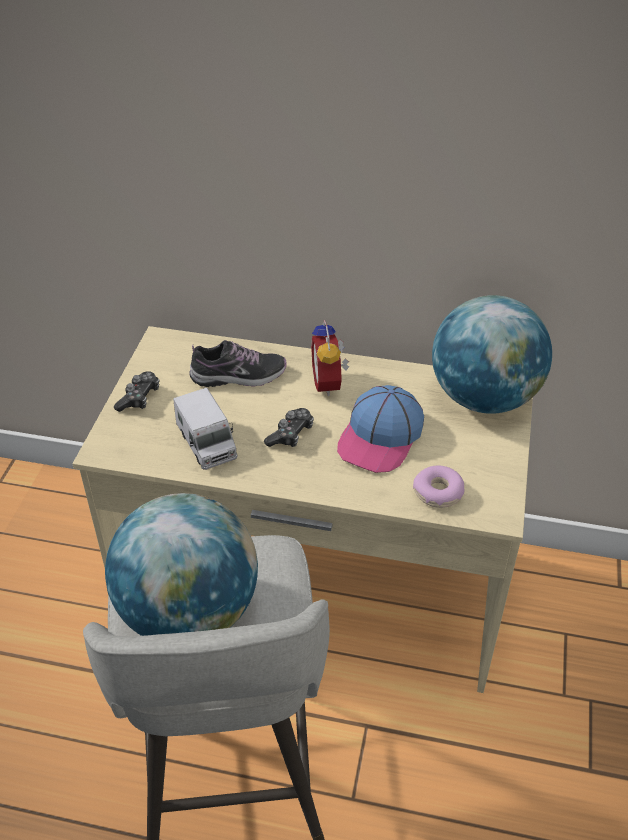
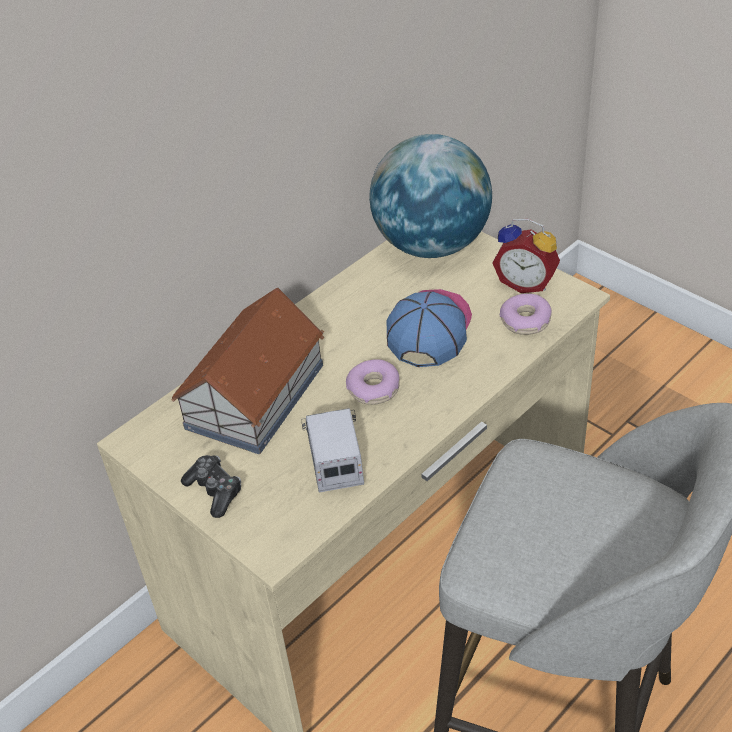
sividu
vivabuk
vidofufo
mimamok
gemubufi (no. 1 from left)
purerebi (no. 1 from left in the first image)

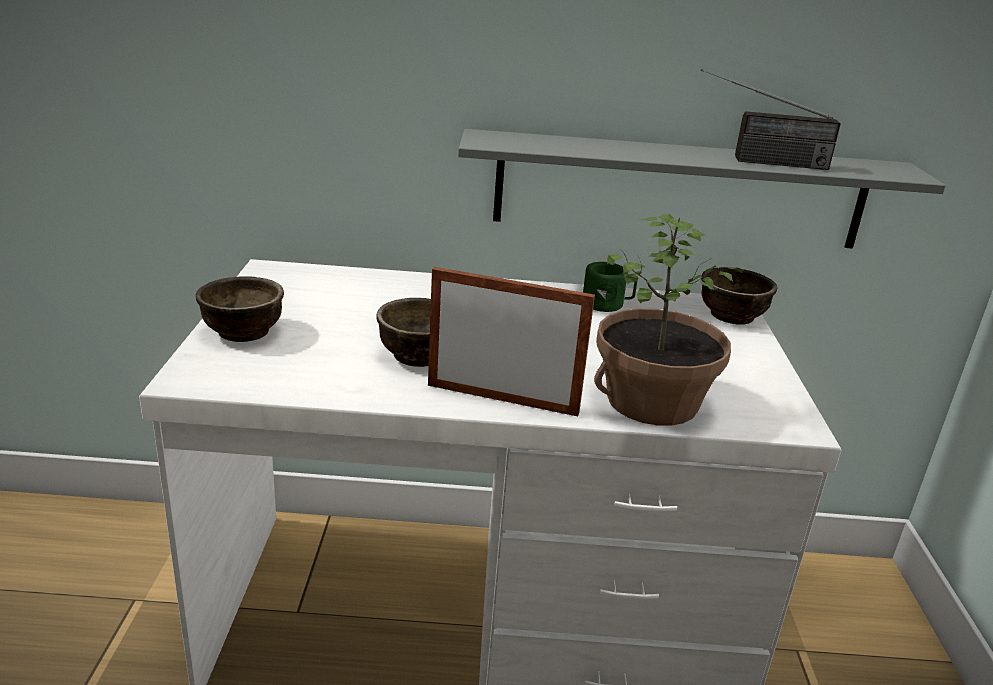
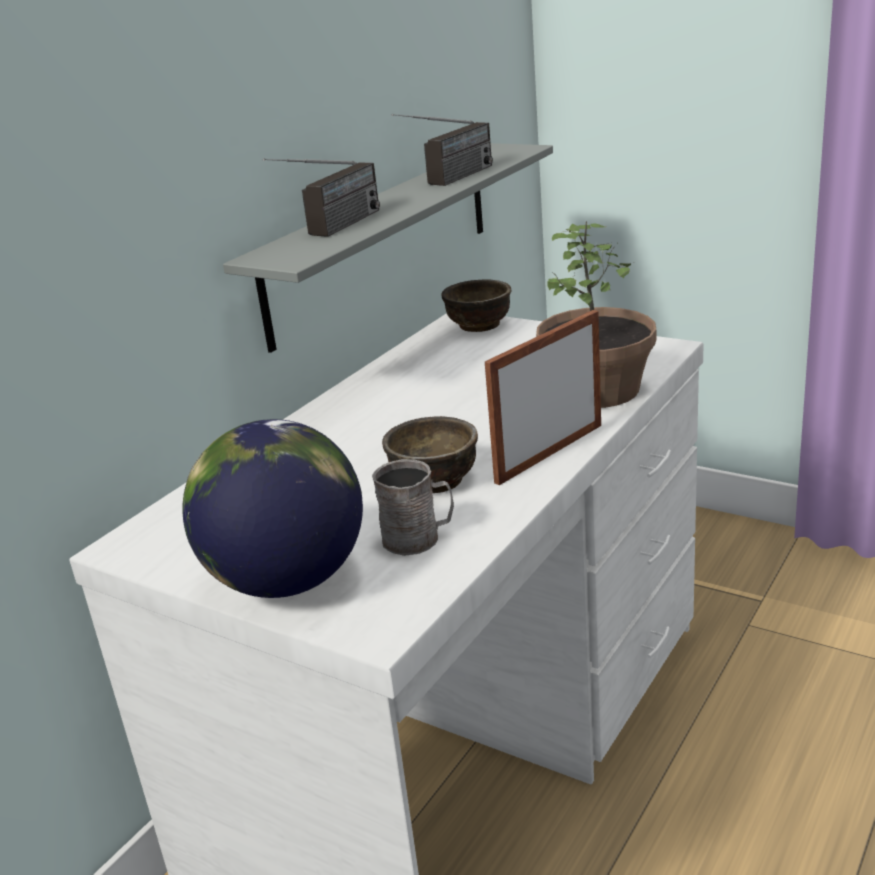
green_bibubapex
purerebi
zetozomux (no. 1 from left)
grey_bibubapex

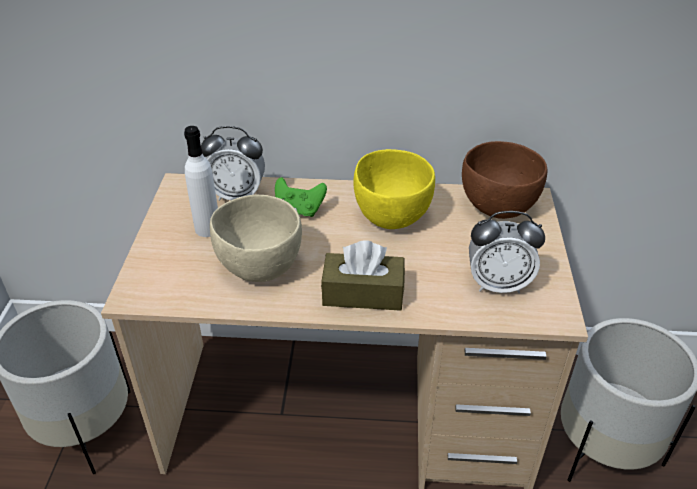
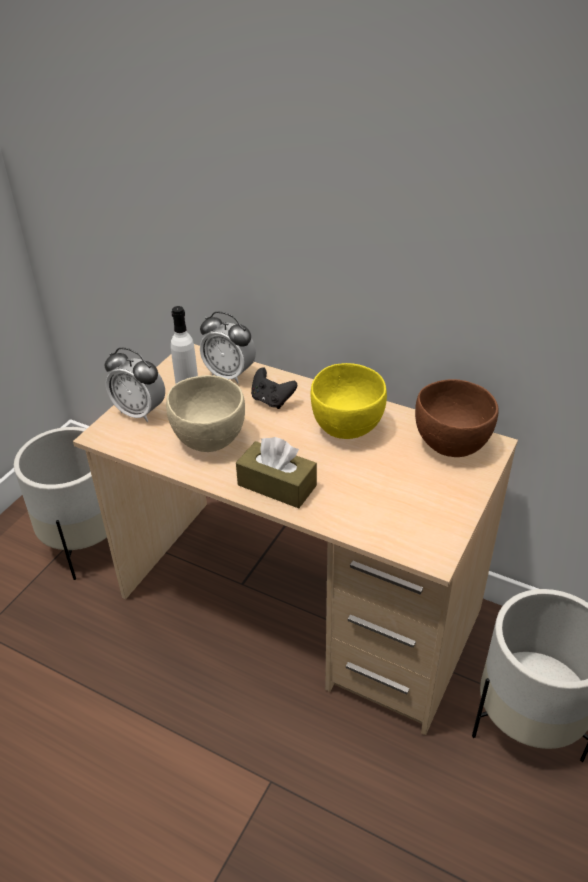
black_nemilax
sividu (no. 1 from left)

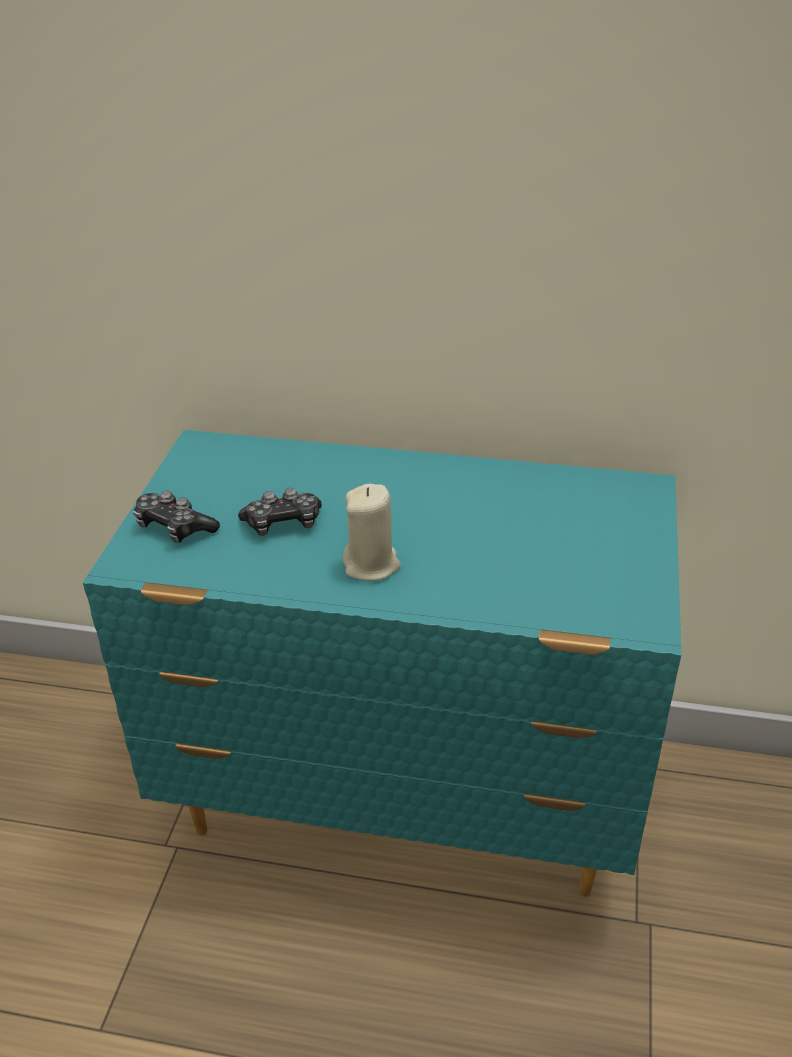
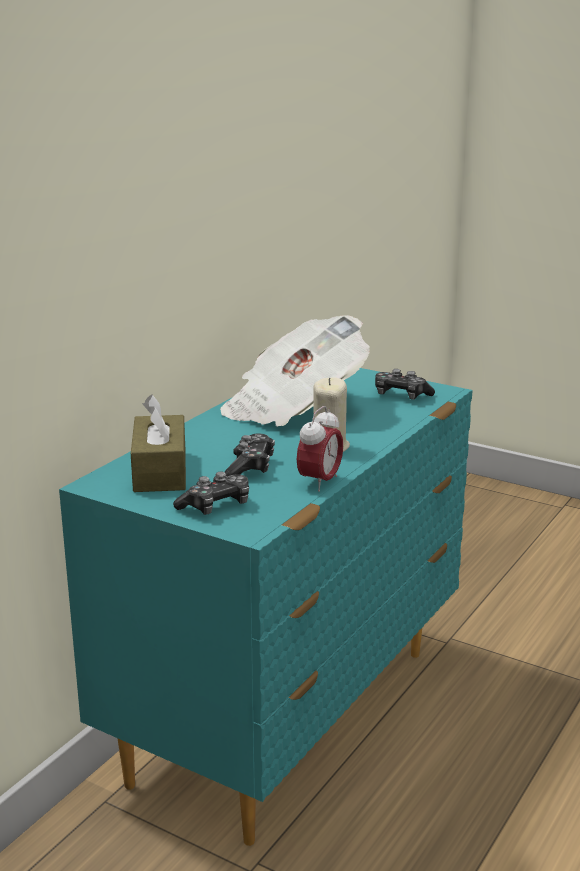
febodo
nemilax (no. 3 from left)
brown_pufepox
sividu

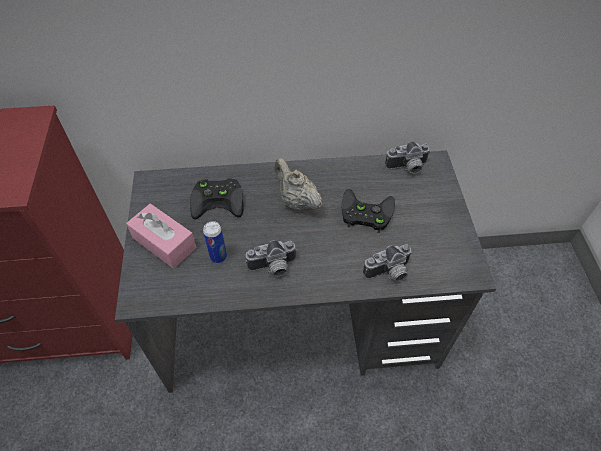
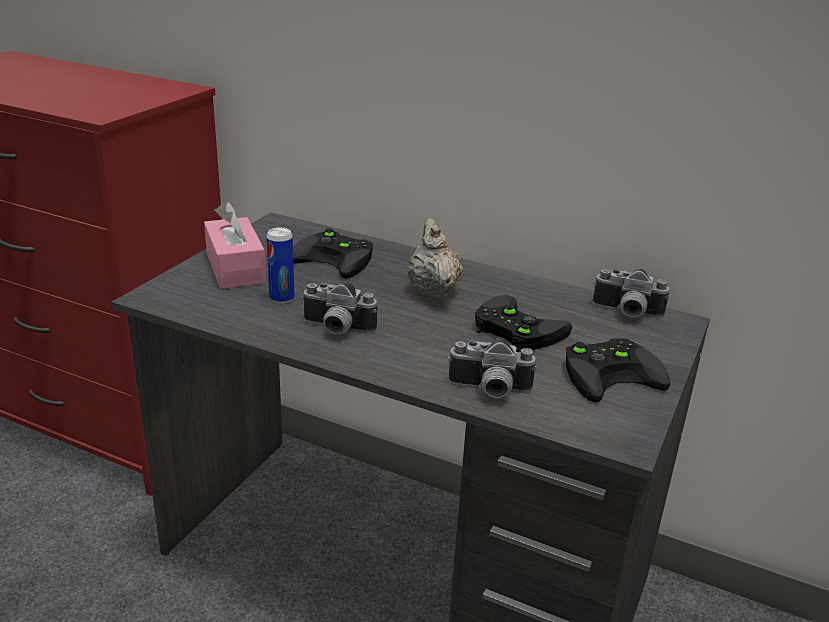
black_nemilax (no. 3 from left)

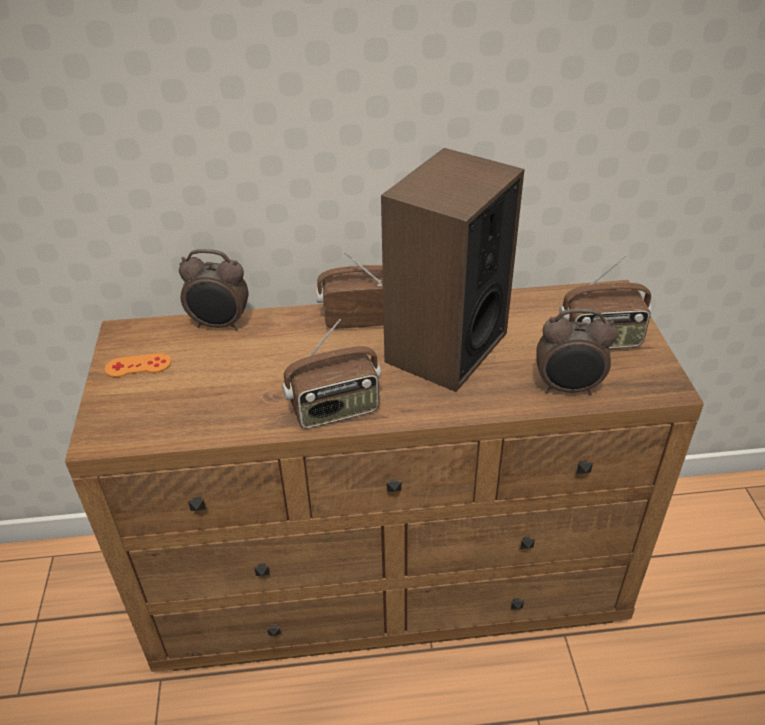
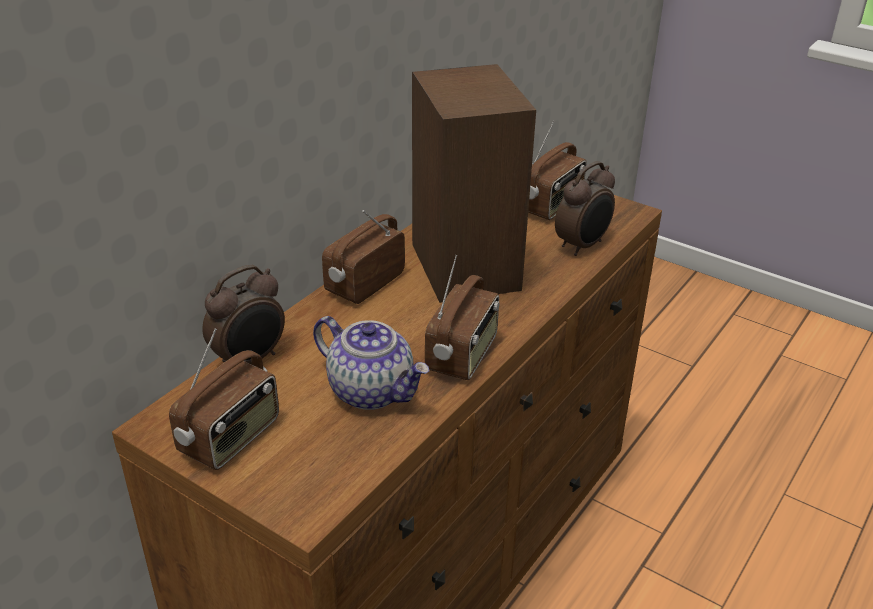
zetozomux (no. 1 from left)
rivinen

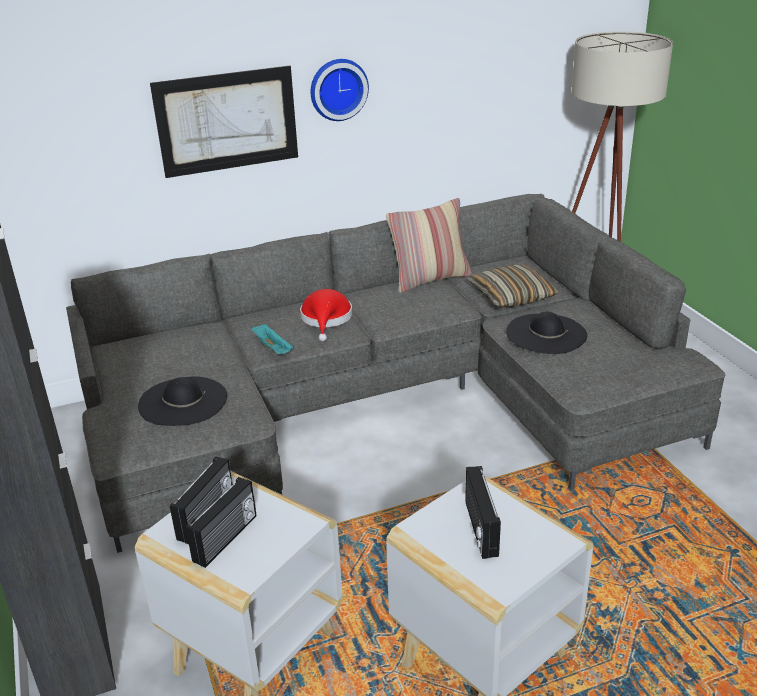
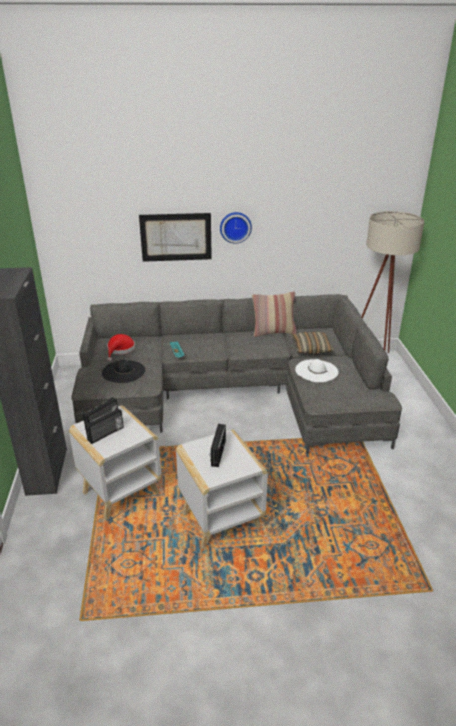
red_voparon
white_voparon

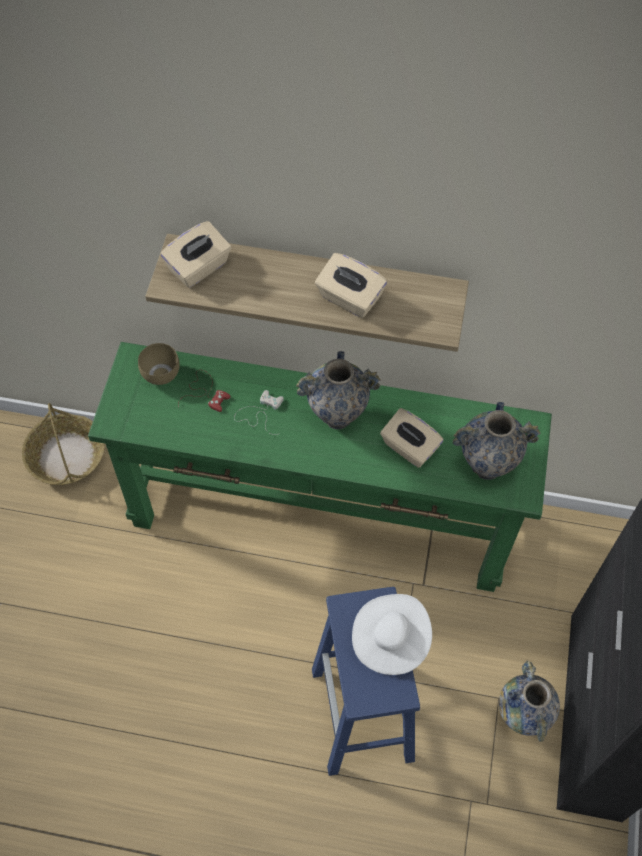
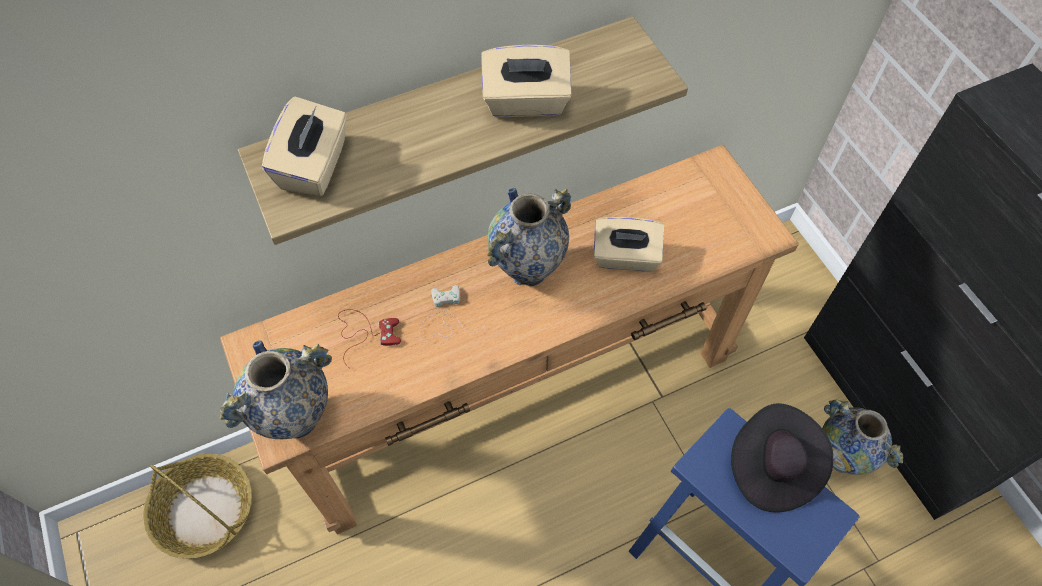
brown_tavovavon
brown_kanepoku
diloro (no. 1 from left)
black_voparon

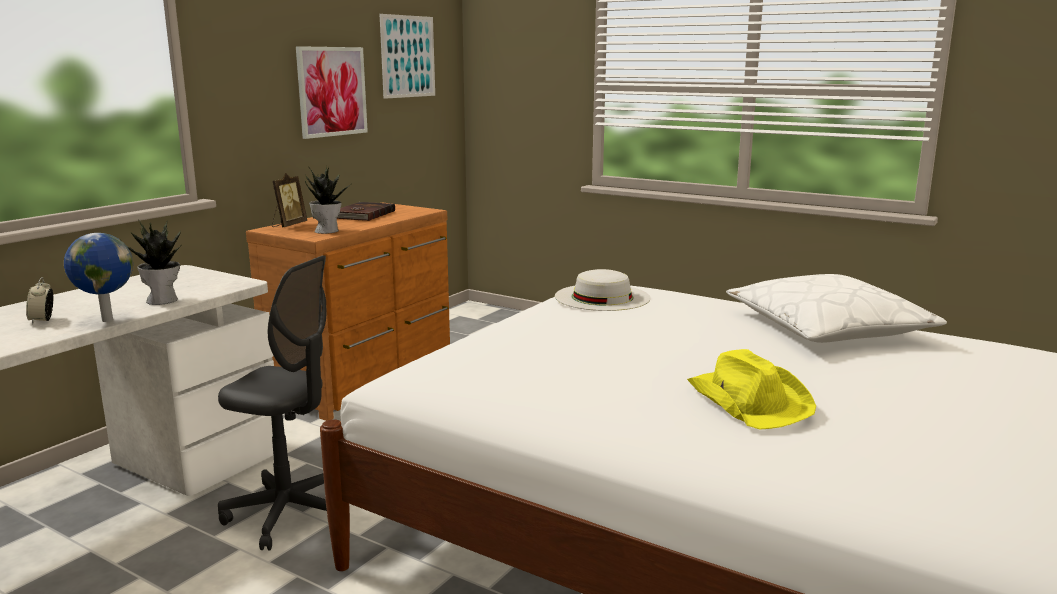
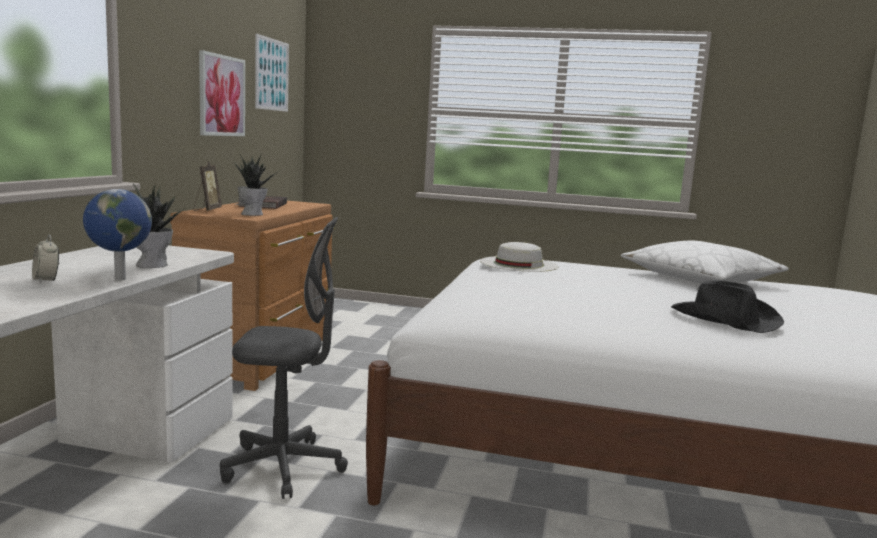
black_voparon

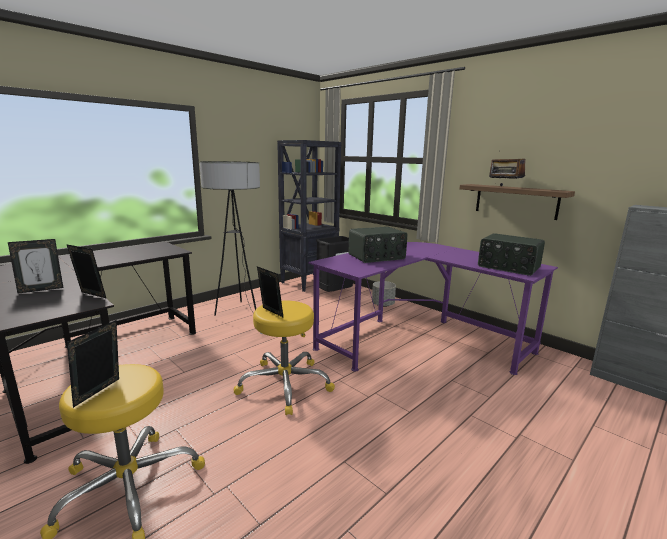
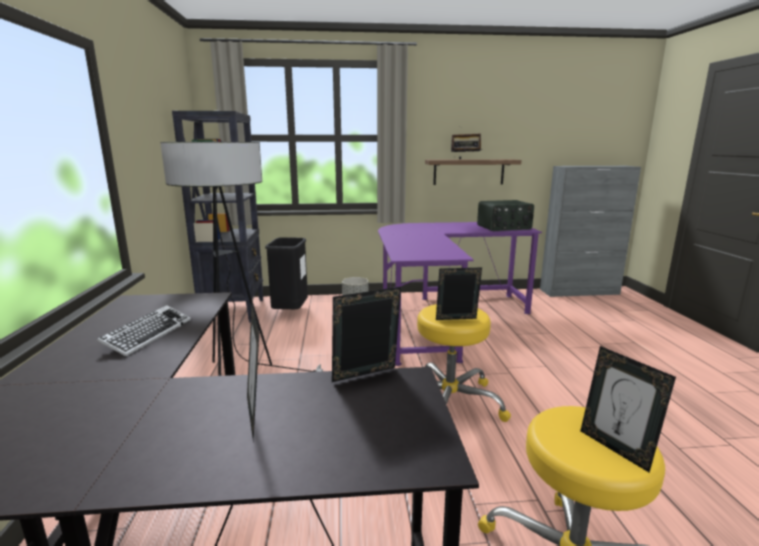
zetozomux (no. 1 from left in the first image)
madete (no. 1 from left)
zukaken

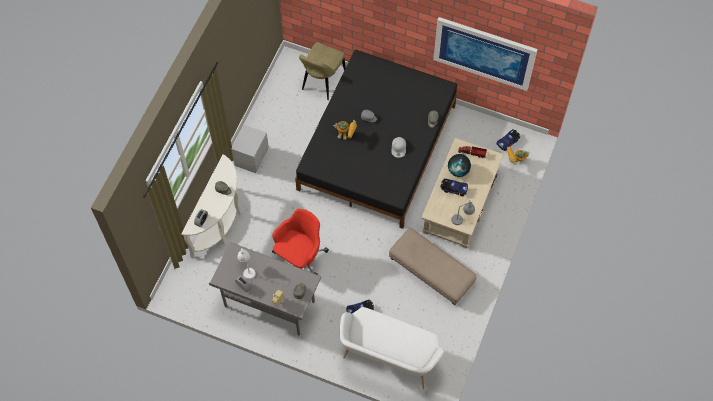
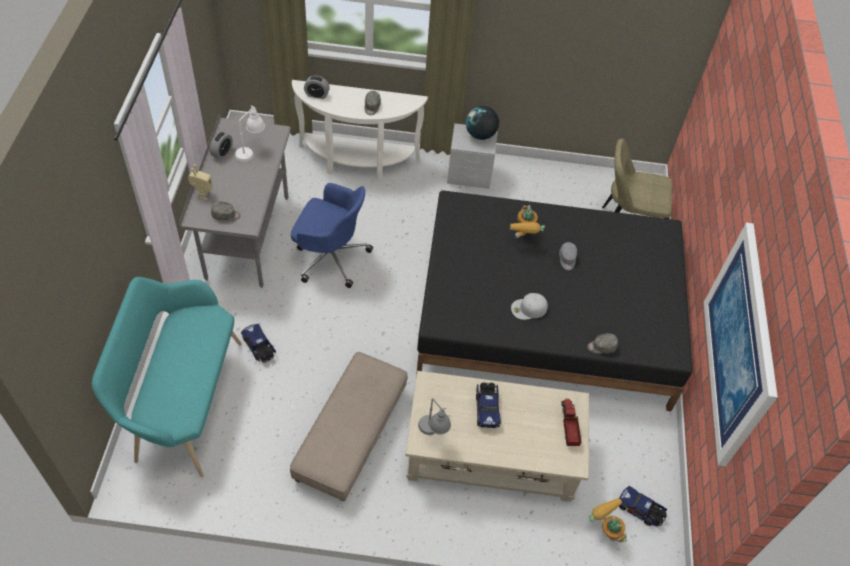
purerebi
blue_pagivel
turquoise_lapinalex

